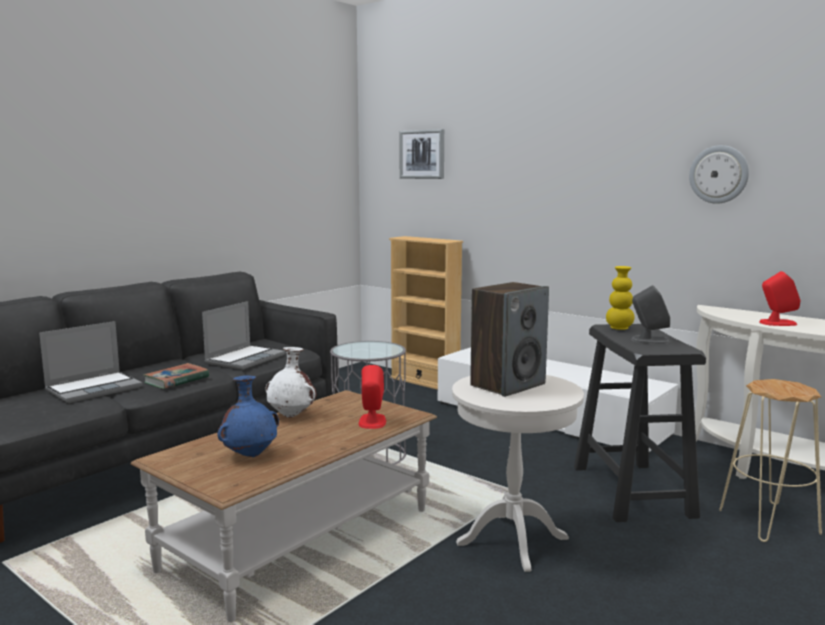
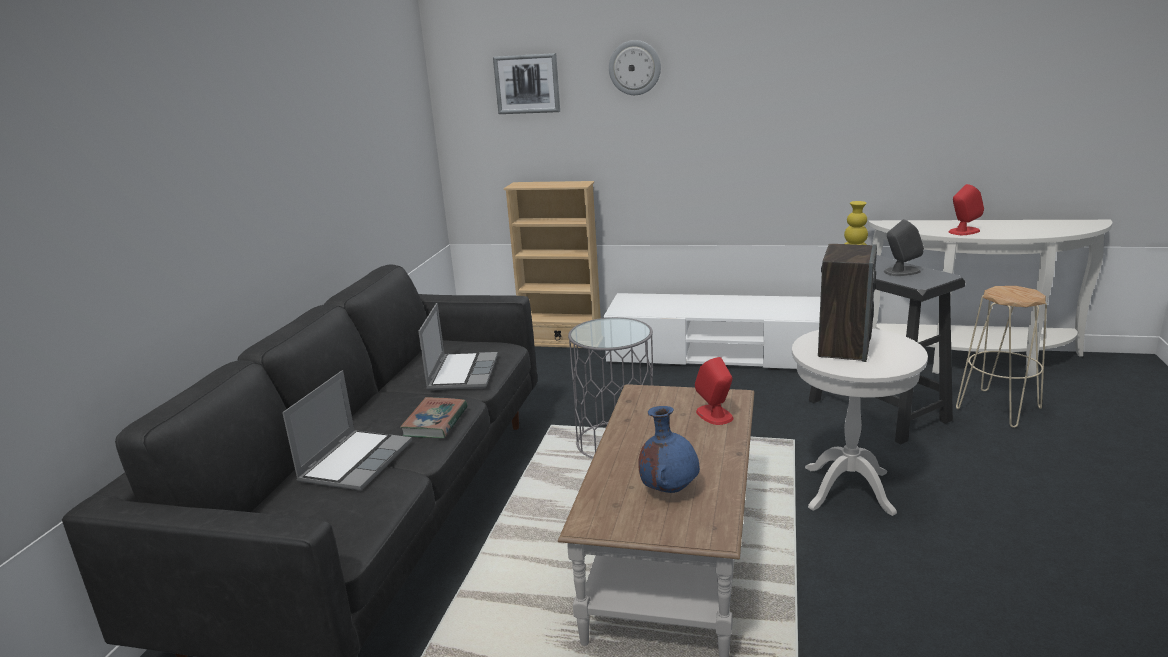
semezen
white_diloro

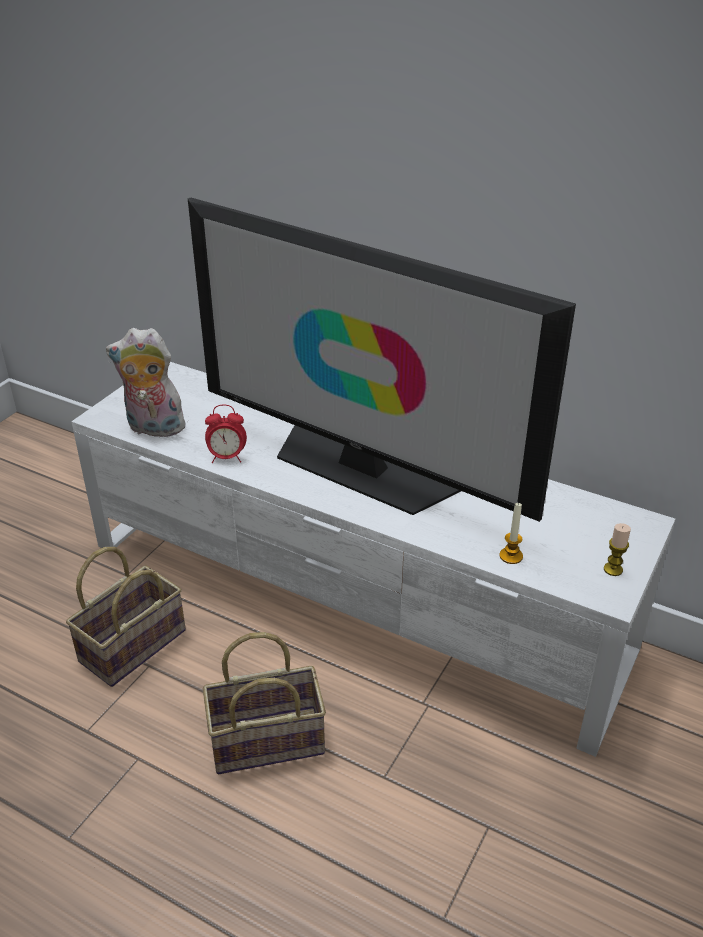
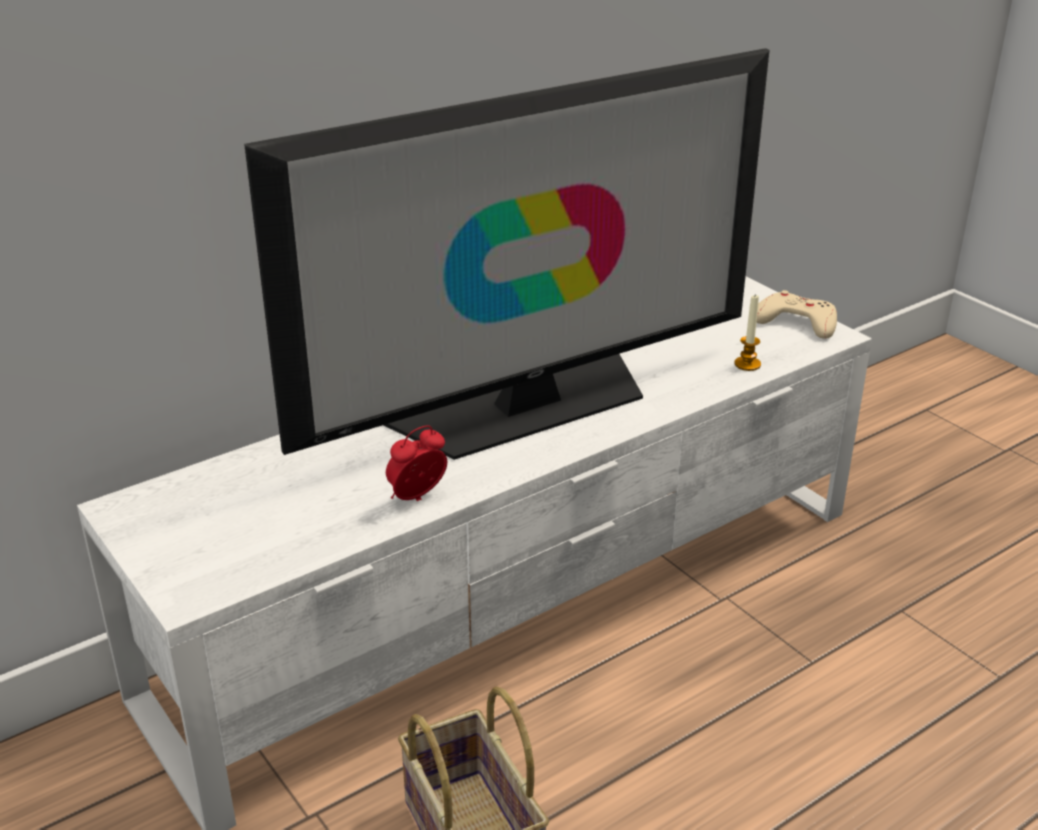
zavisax
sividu
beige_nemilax
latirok (no. 2 from left in the first image)

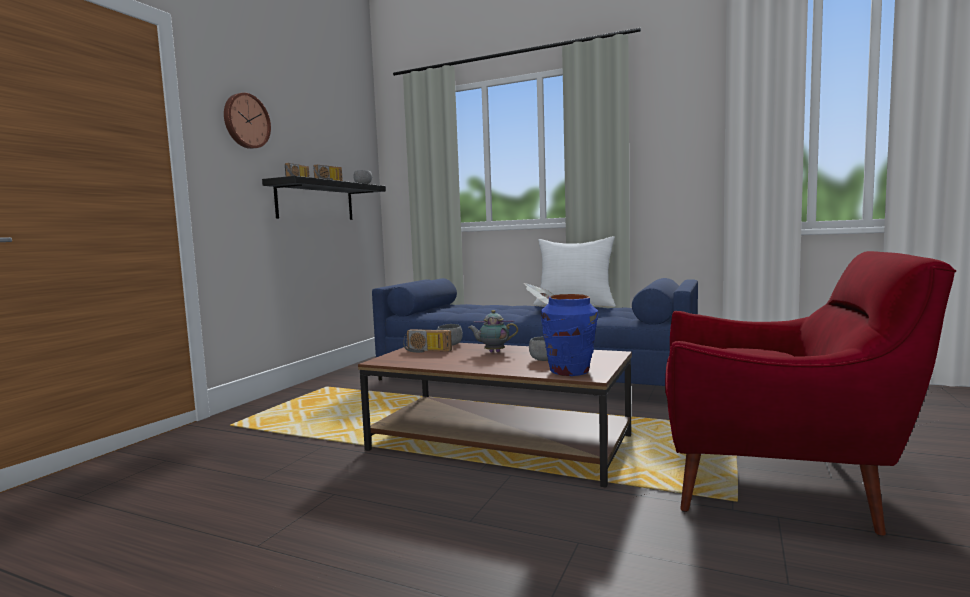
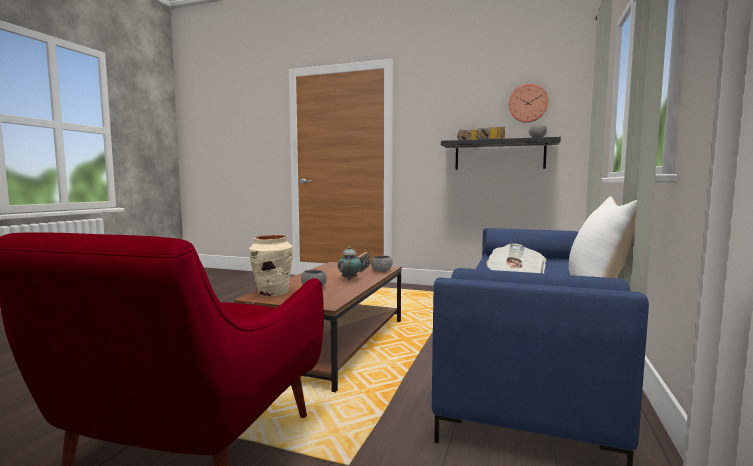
semezen
beige_diloro

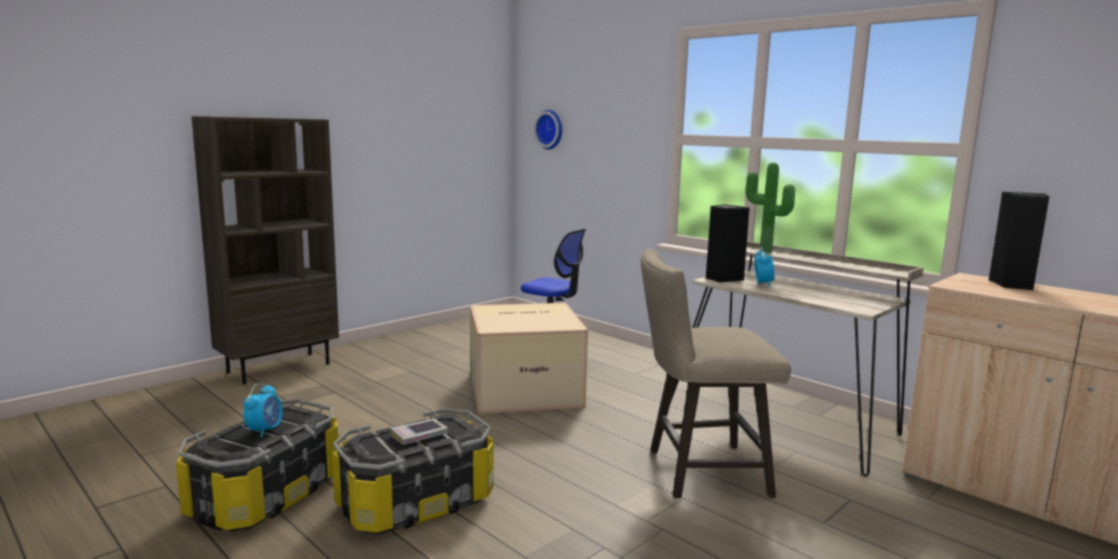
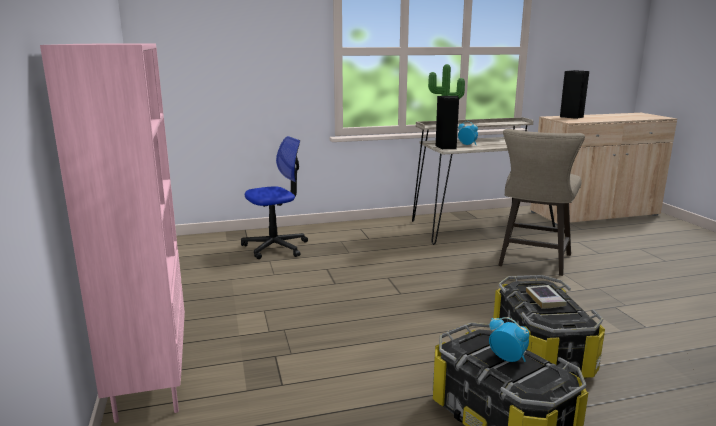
semezen
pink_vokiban
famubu

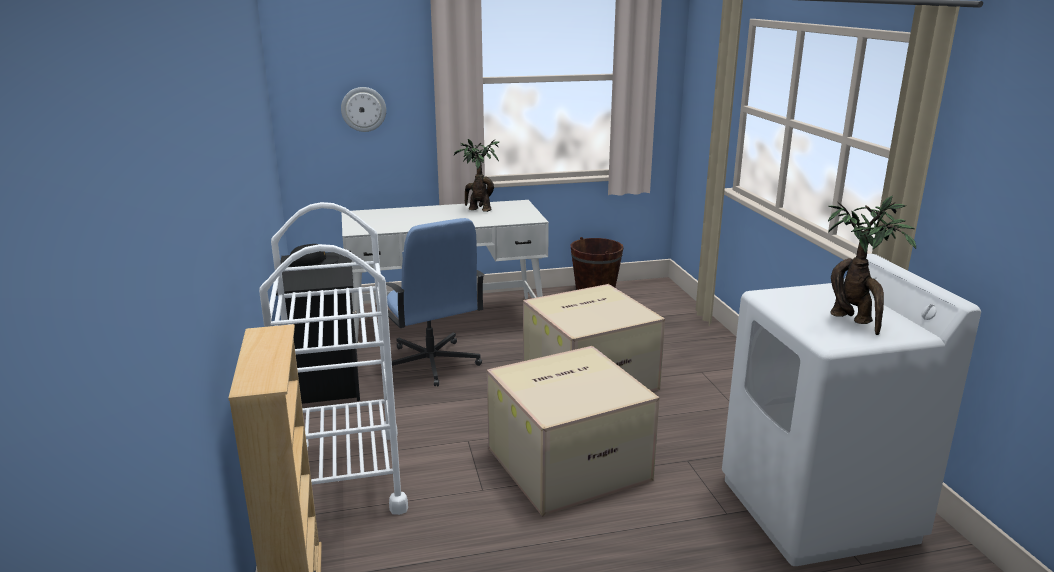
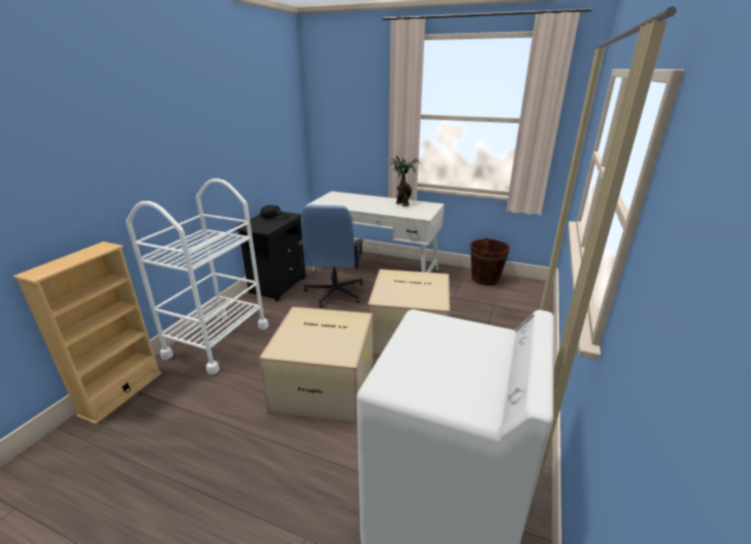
semezen
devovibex (no. 2 from left in the first image)

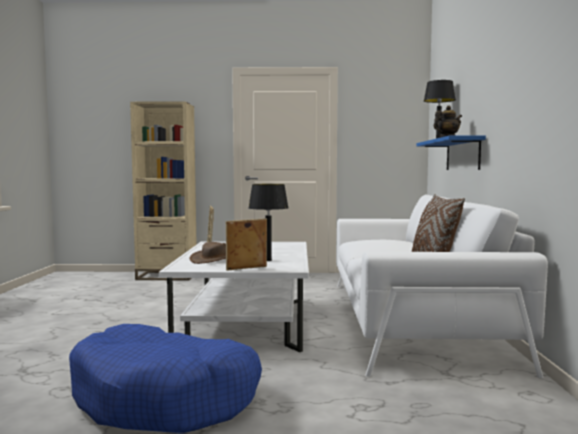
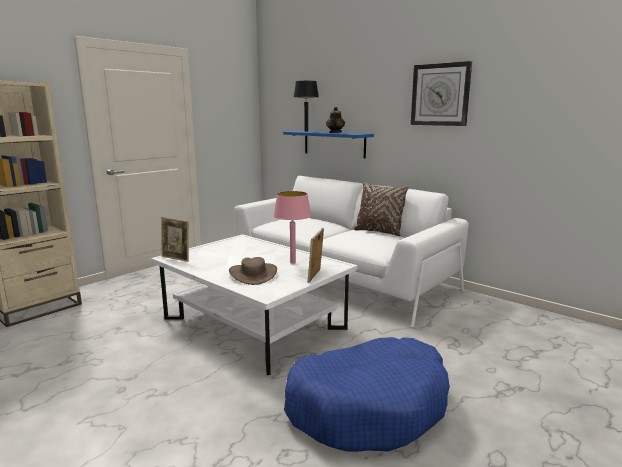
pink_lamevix
semezen

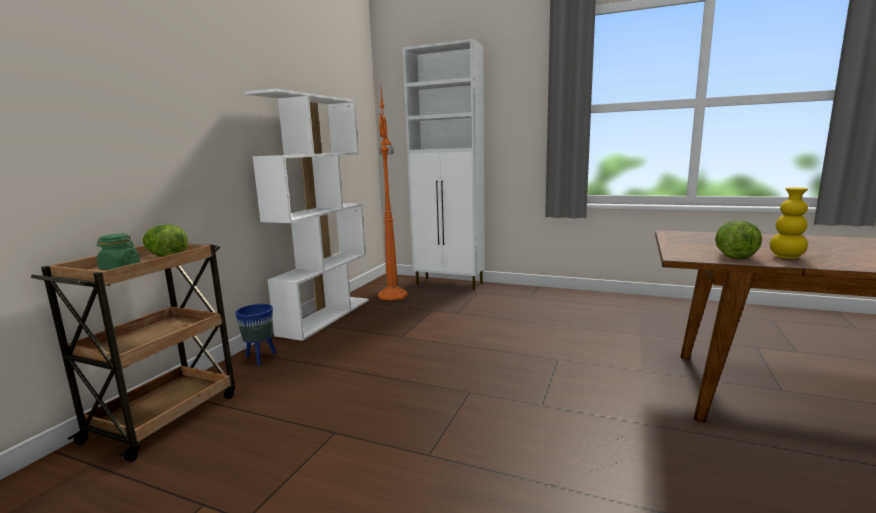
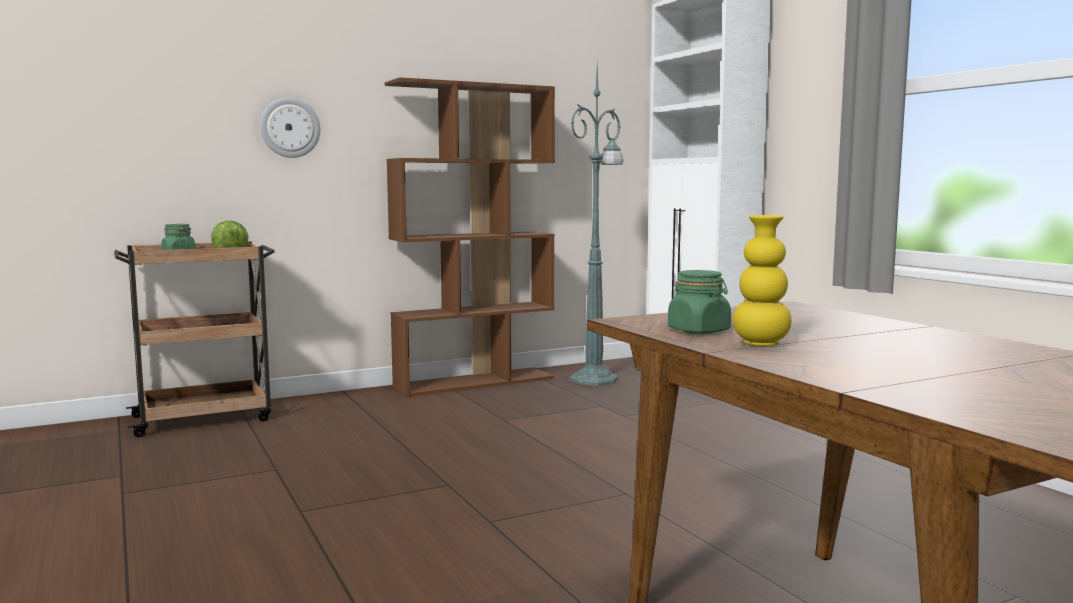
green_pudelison
brown_vokiban
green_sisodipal (no. 2 from left)
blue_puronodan
semezen

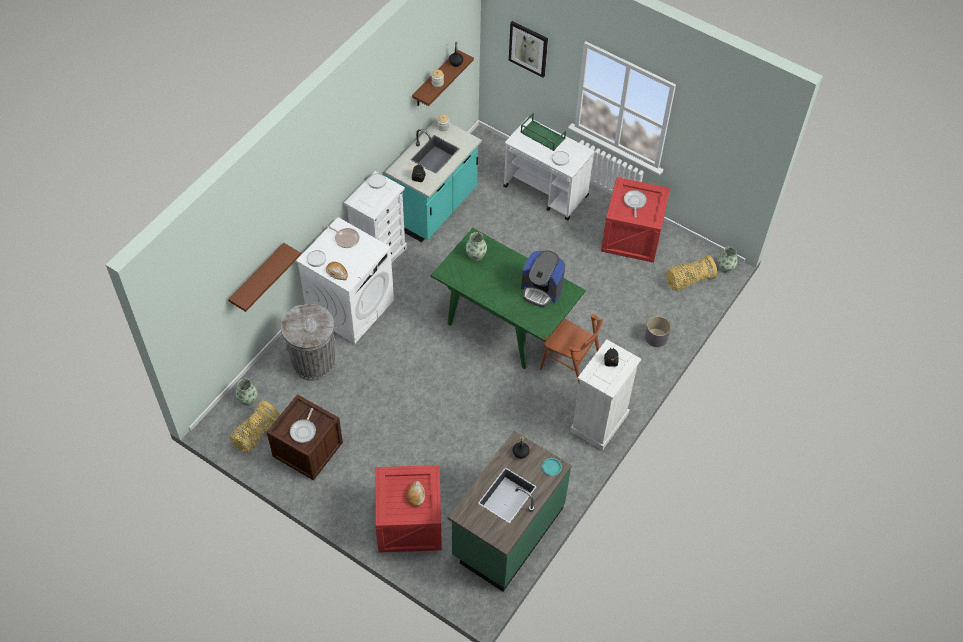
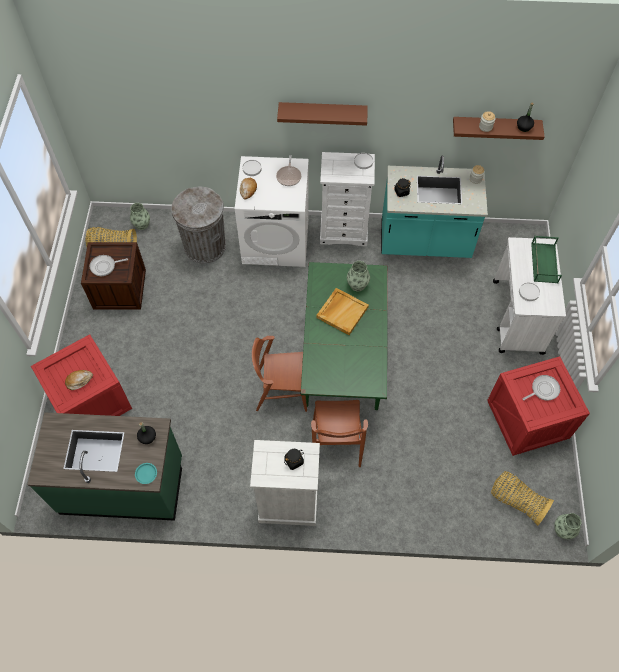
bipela
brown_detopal (no. 1 from left)
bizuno
grey_puronodan
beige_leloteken
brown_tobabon (no. 1 from left)

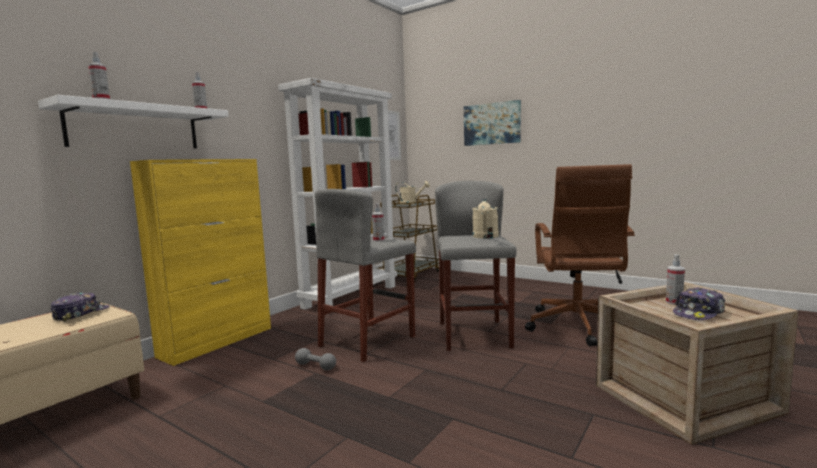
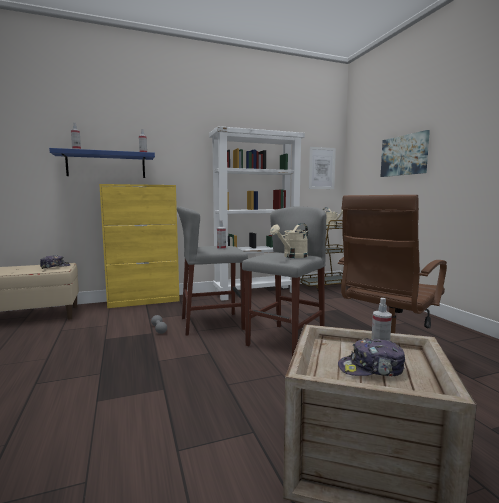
blue_detopal

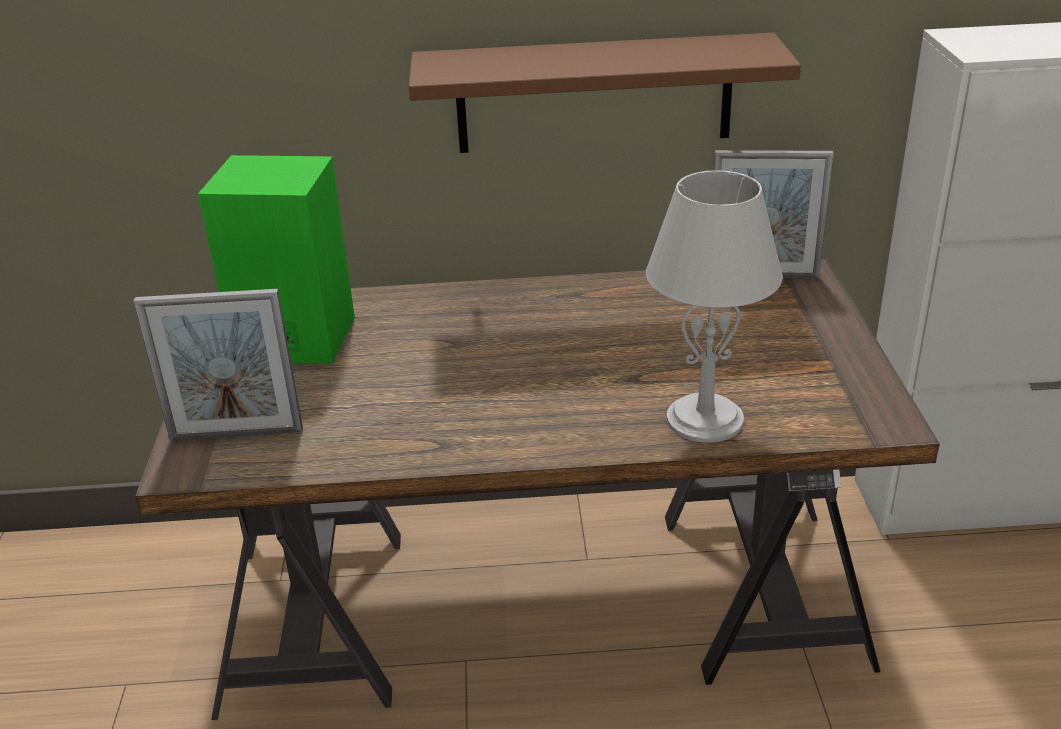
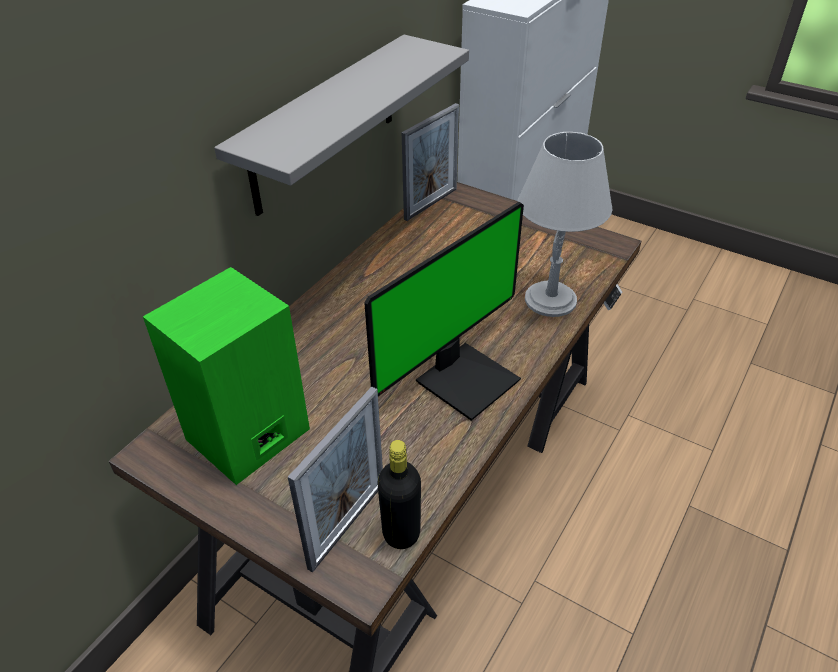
grey_detopal
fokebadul
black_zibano

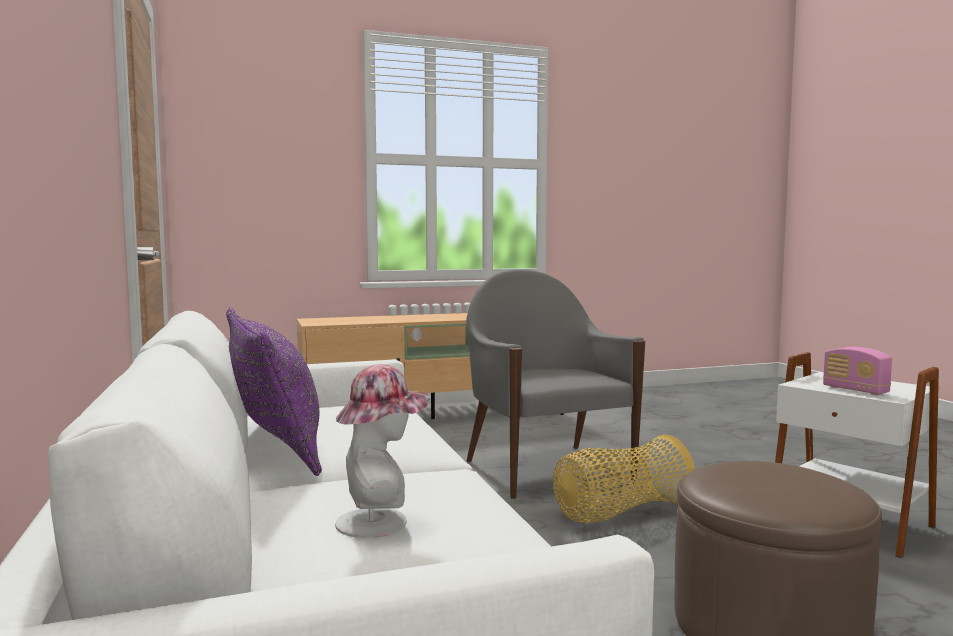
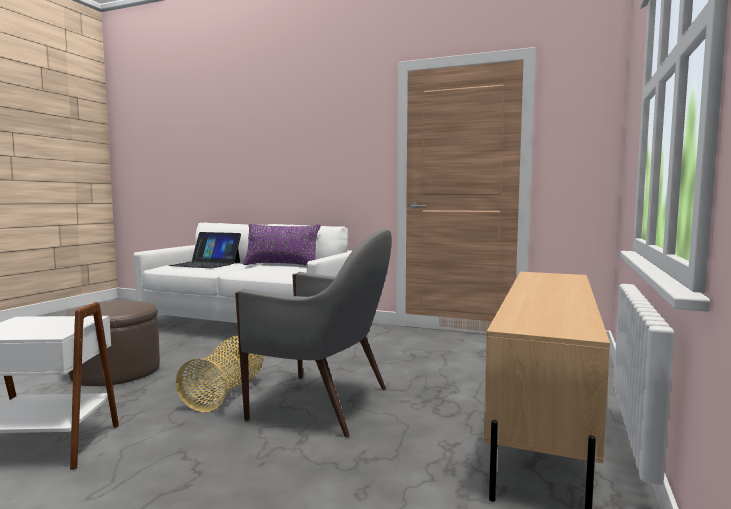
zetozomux
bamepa

